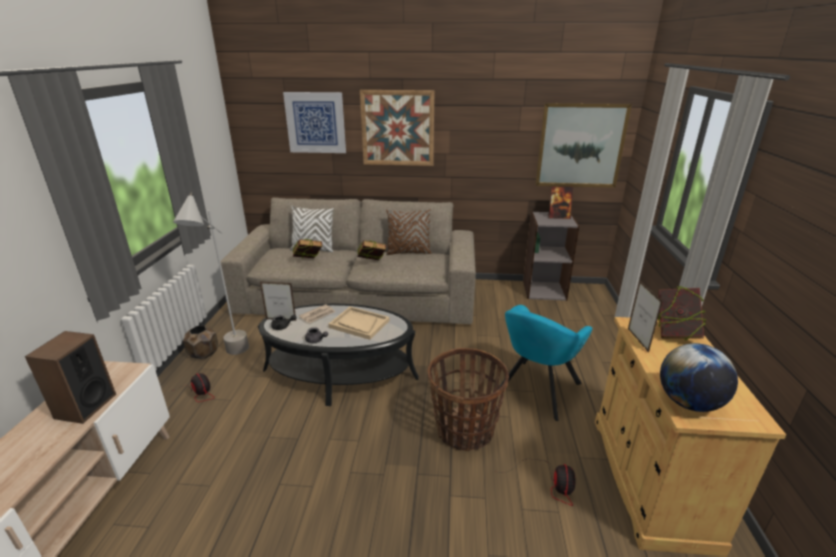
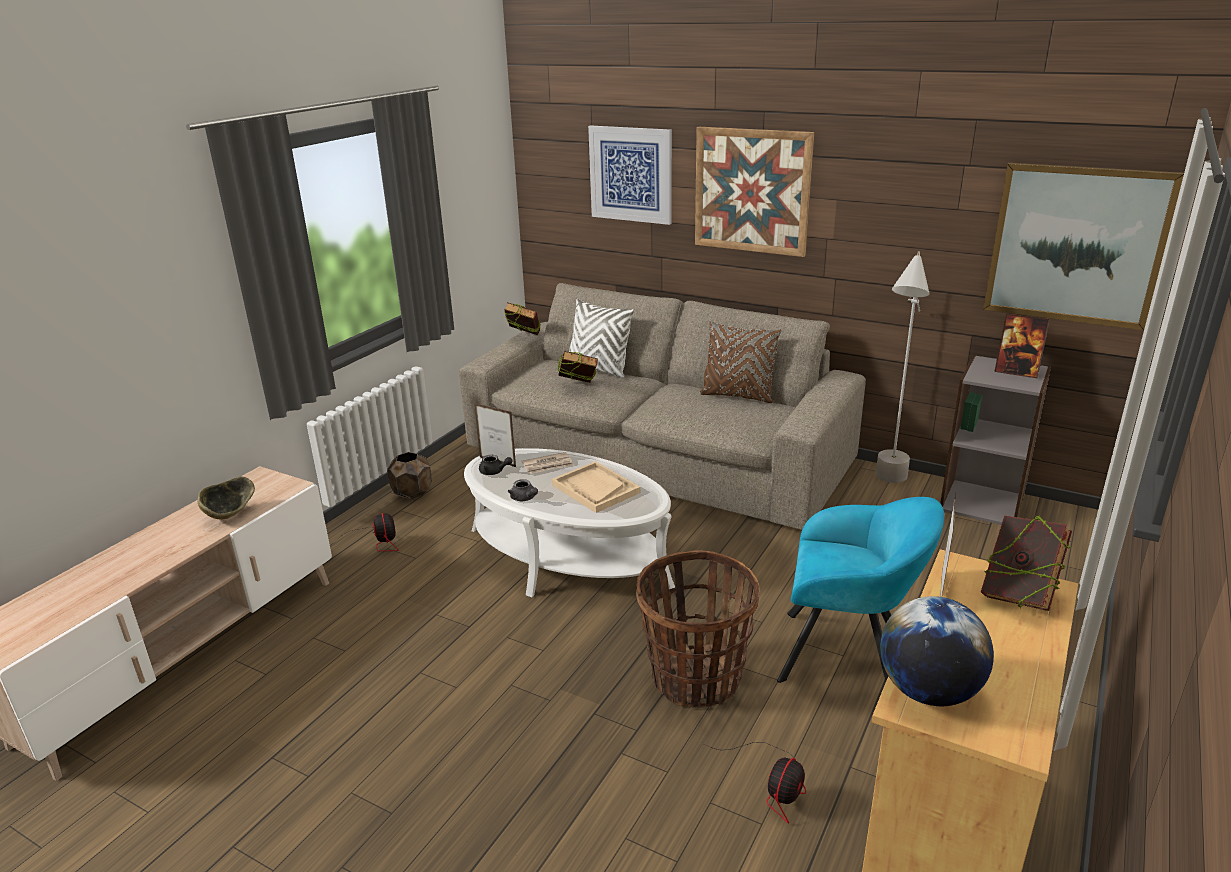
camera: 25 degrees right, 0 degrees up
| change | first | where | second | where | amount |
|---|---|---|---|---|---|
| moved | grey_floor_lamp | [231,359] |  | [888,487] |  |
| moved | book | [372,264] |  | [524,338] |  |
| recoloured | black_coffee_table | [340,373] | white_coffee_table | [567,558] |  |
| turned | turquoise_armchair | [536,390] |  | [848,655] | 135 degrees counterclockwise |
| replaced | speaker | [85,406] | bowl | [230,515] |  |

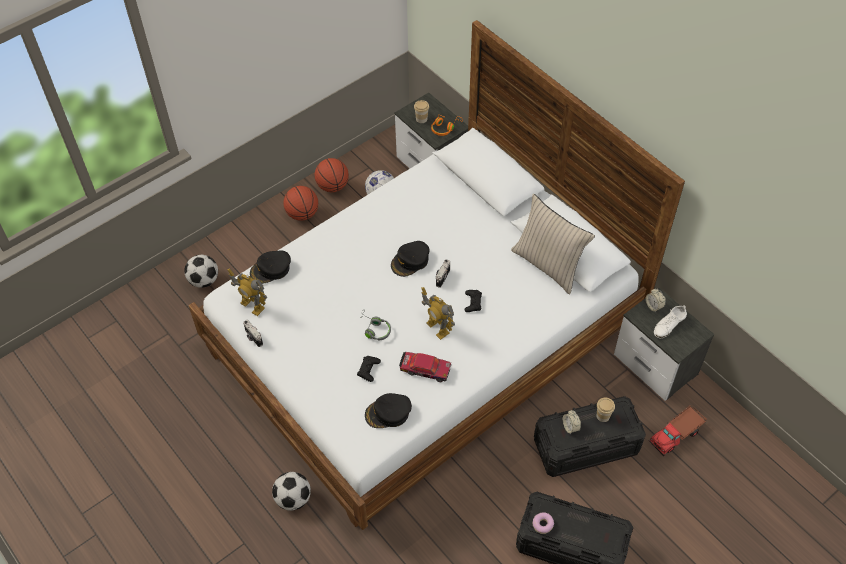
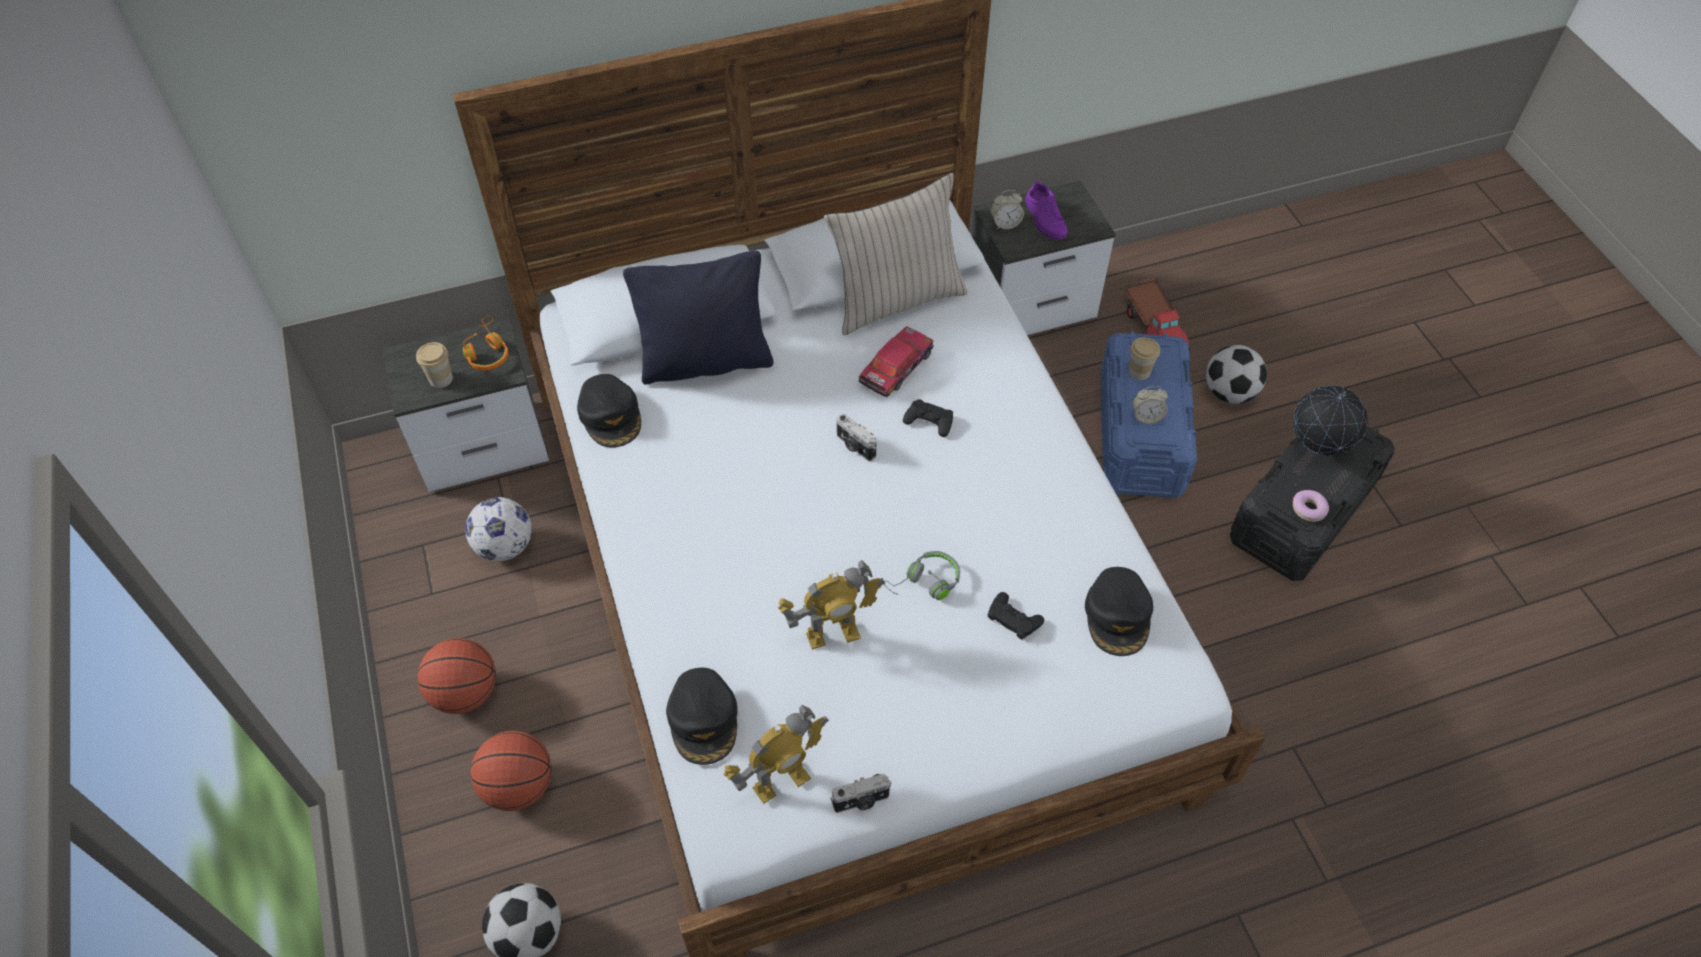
camera: 70 degrees left, 0 degrees up
| change | first | where | second | where | amount |
|---|---|---|---|---|---|
| moved | basketball | [333,186] |  | [519,786] |  |
| moved | black_cap | [410,261] |  | [611,415] |  |
| moved | toy_robot | [437,328] |  | [833,634] |  |
| recoloured | white_shoe | [669,324] | purple_shoe | [1045,219] |  |
| moved | toy_car | [425,369] |  | [895,368] |  |
| recoloured | black_storage_box | [586,446] | blue_storage_box | [1140,434] |  |
| moved | football | [293,499] |  | [1229,393] |  |
| added |  |  | black_pillow | [706,361] |  |
| added |  |  | globe | [1317,448] |  |

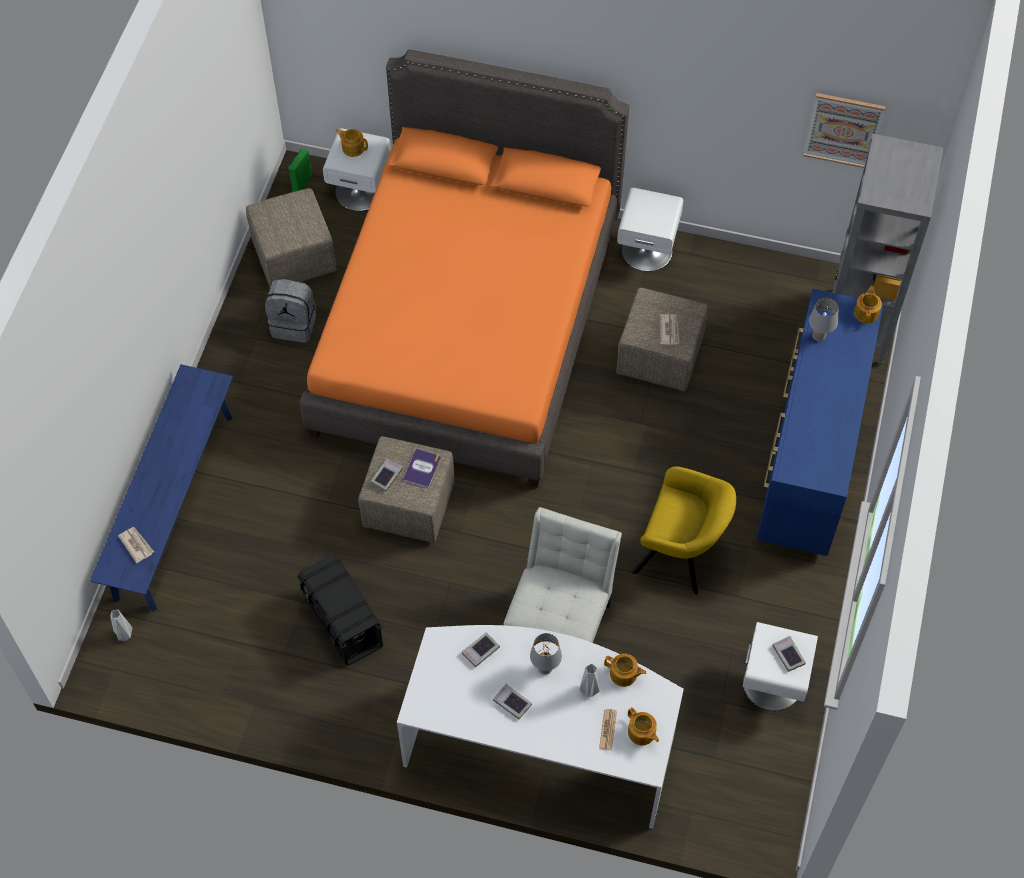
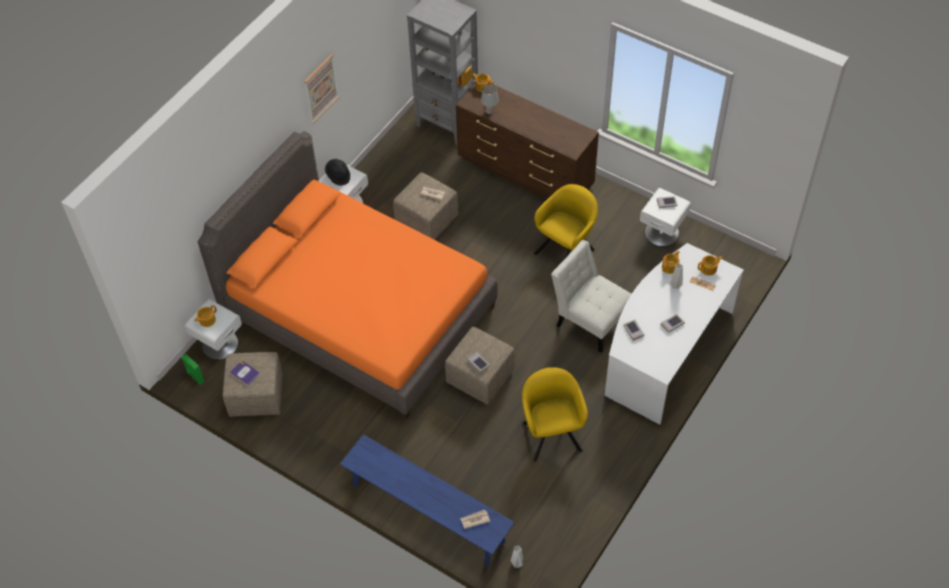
camera: 70 degrees left, 5 degrees down
| change | first | where | second | where | amount |
|---|---|---|---|---|---|
| moved | picture | [843,130] |  | [321,88] |  |
| removed | grey_backpack | [294,324] |  |  |  |
| recoloured | blue_dresser | [808,458] | brown_dresser | [525,173] |  |
| moved | book | [422,468] |  | [244,373] |  |
| replaced | black_storage_box | [343,622] | yellow_armchair | [551,433] |  |
| removed | grey_table_lamp | [544,668] |  |  |  |
| added |  |  | black_hat | [338,175] |  |

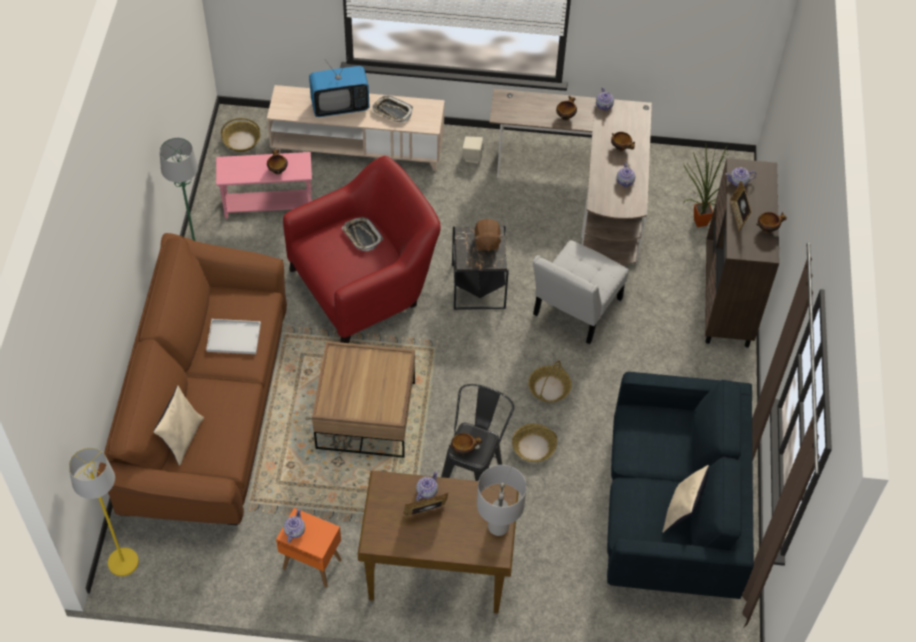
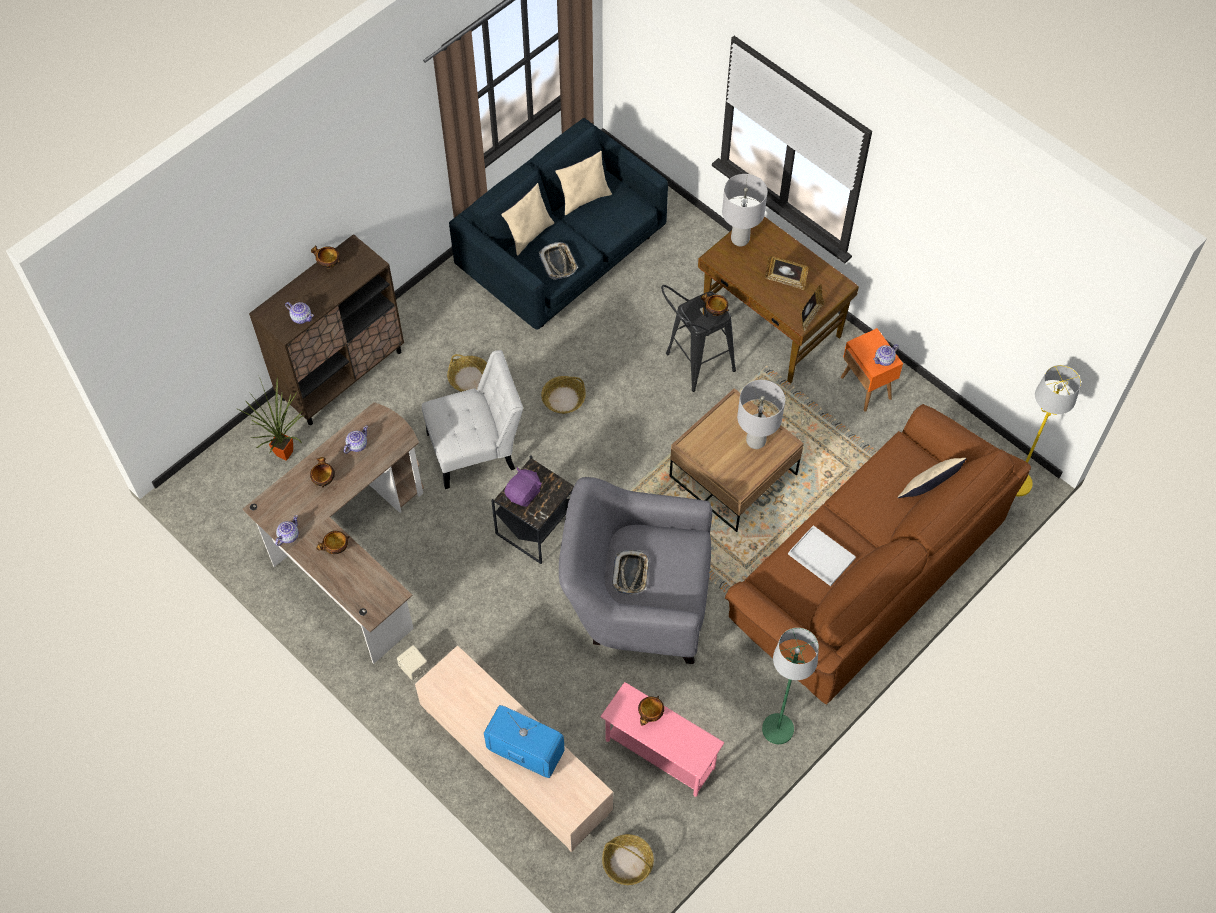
camera: 140 degrees left, 5 degrees up
| change | first | where | second | where | amount |
|---|---|---|---|---|---|
| moved | tray | [392,111] |  | [558,263] |  |
| recoloured | red_armchair | [365,285] | grey_armchair | [636,598] |  |
| moved | picture_frame | [738,215] |  | [809,317] |  |
| recoloured | brown_plush_toy | [486,242] | purple_plush_toy | [524,493] |  |
| moved | basket | [534,447] |  | [469,378] |  |
| removed | teapot | [426,491] |  |  |  |
| added |  |  | beige_pillow | [529,234] |  |
| added |  |  | grey_table_lamp | [755,441] |  |

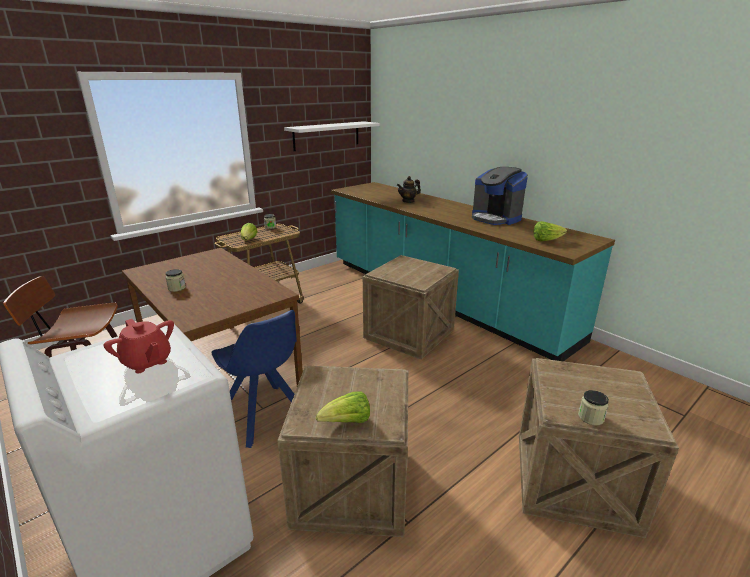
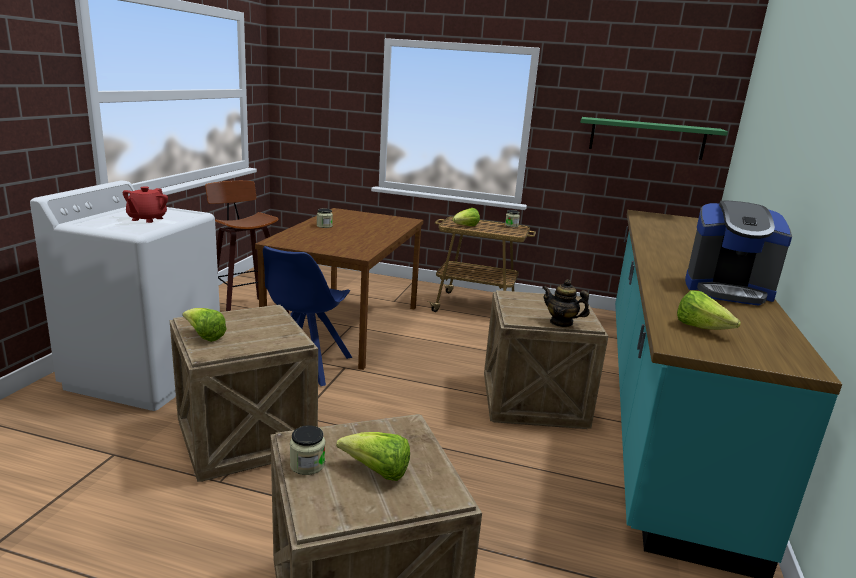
camera: 55 degrees right, 5 degrees down
| change | first | where | second | where | amount |
|---|---|---|---|---|---|
| recoloured | white_shelf | [326,135] | green_shelf | [647,138] |  |
| turned | coffee_machine | [495,218] |  | [727,290] | 90 degrees counterclockwise |
| moved | teapot | [408,201] |  | [561,323] |  |
| added |  |  | lettuce | [377,472] |  |

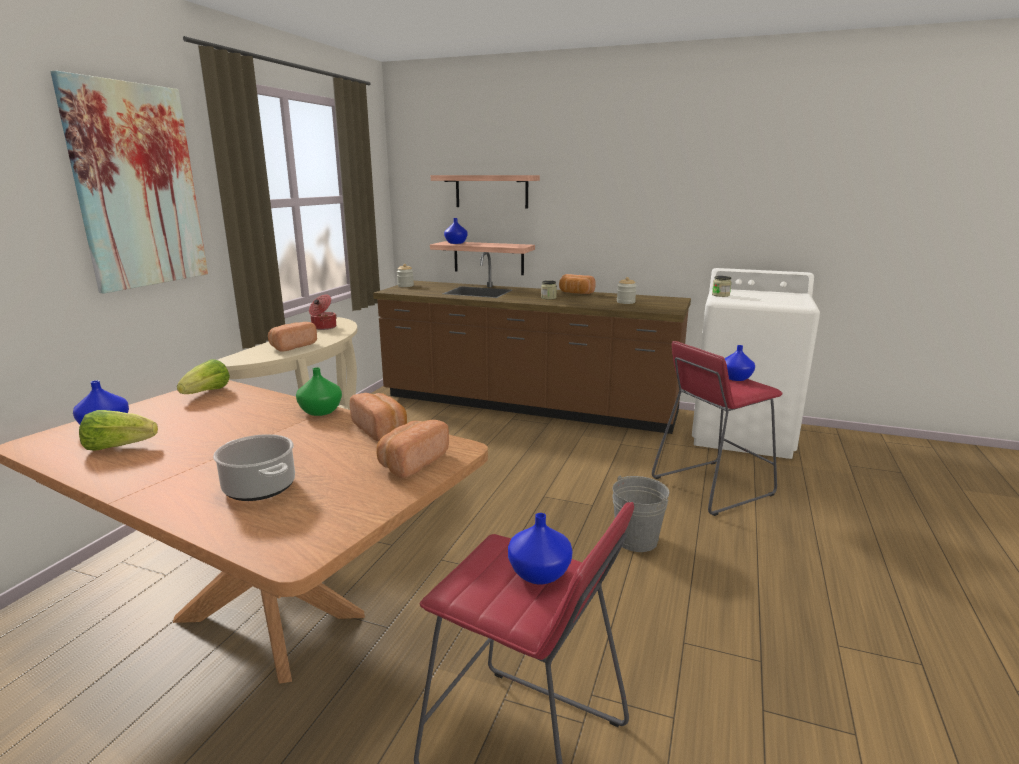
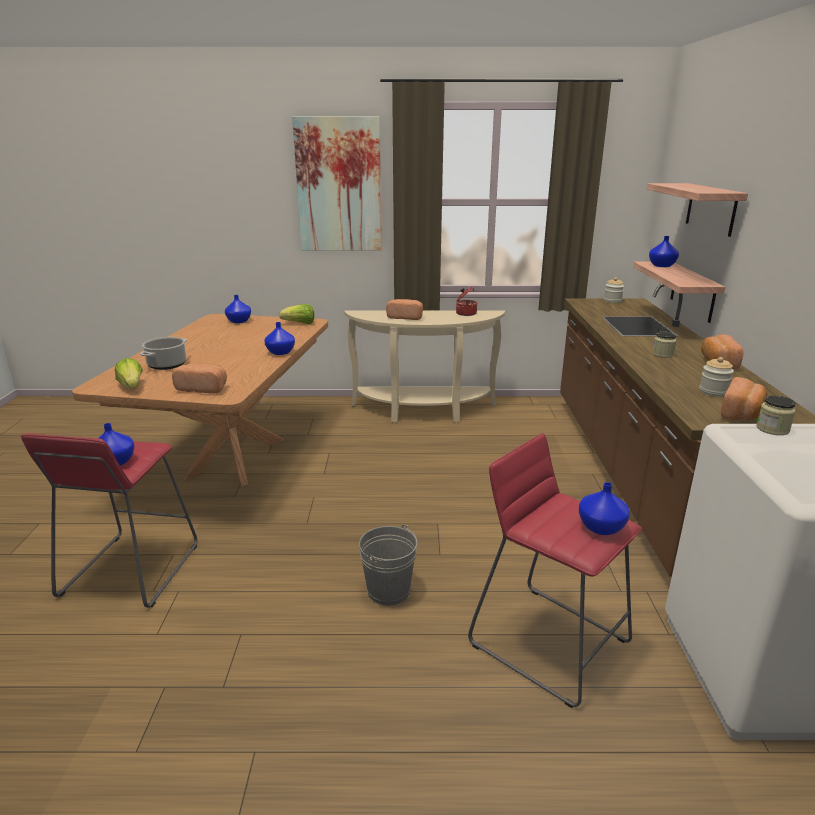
camera: 70 degrees right, 5 degrees up
| change | first | where | second | where | amount |
|---|---|---|---|---|---|
| recoloured | green_vase | [320,411] | blue_vase | [280,352] |  |
| moved | bread | [381,430] |  | [742,414] |  |
| moved | lettuce | [119,447] |  | [132,386] |  |

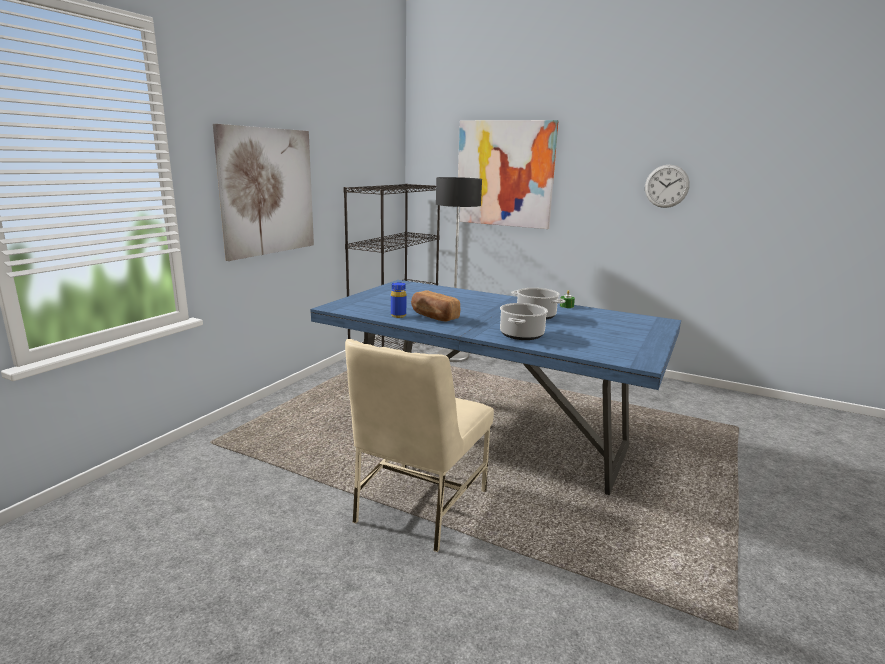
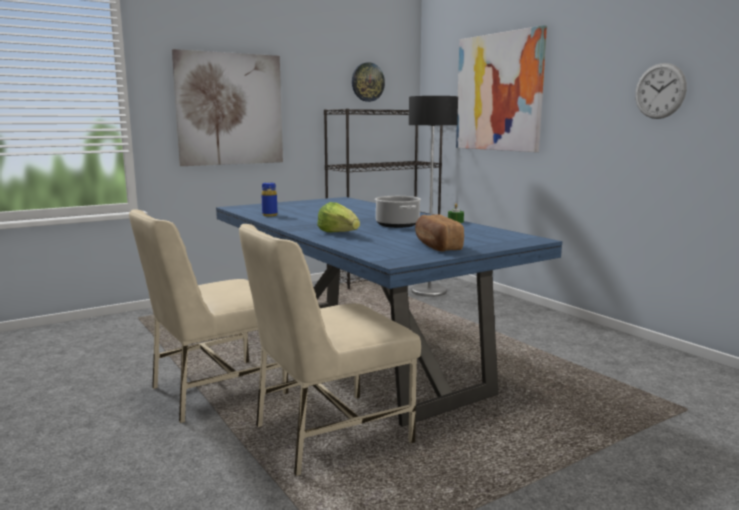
camera: 30 degrees right, 5 degrees down
| change | first | where | second | where | amount |
|---|---|---|---|---|---|
| moved | bread | [433,316] |  | [436,246] |  |
| replaced | cooking_pot | [521,335] | lettuce | [338,234] |  |
| added |  |  | wall_clock | [367,82] |  |
| added |  |  | beige_chair | [329,434] |  |

